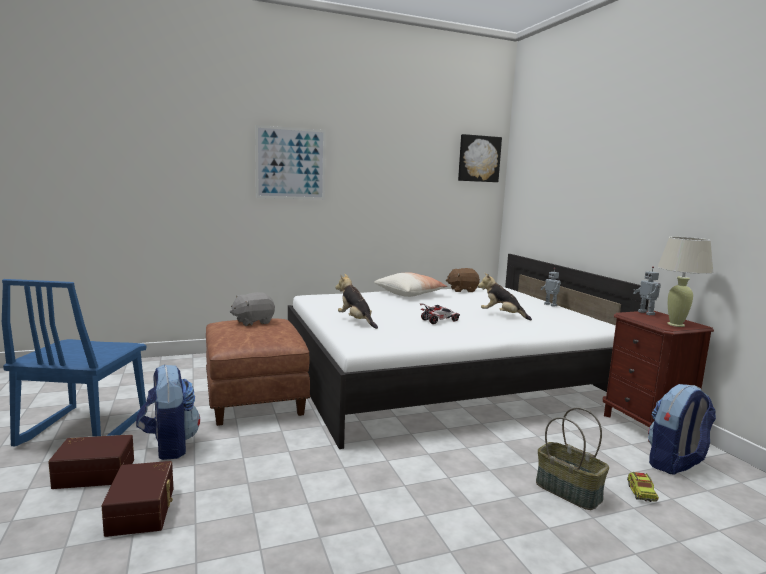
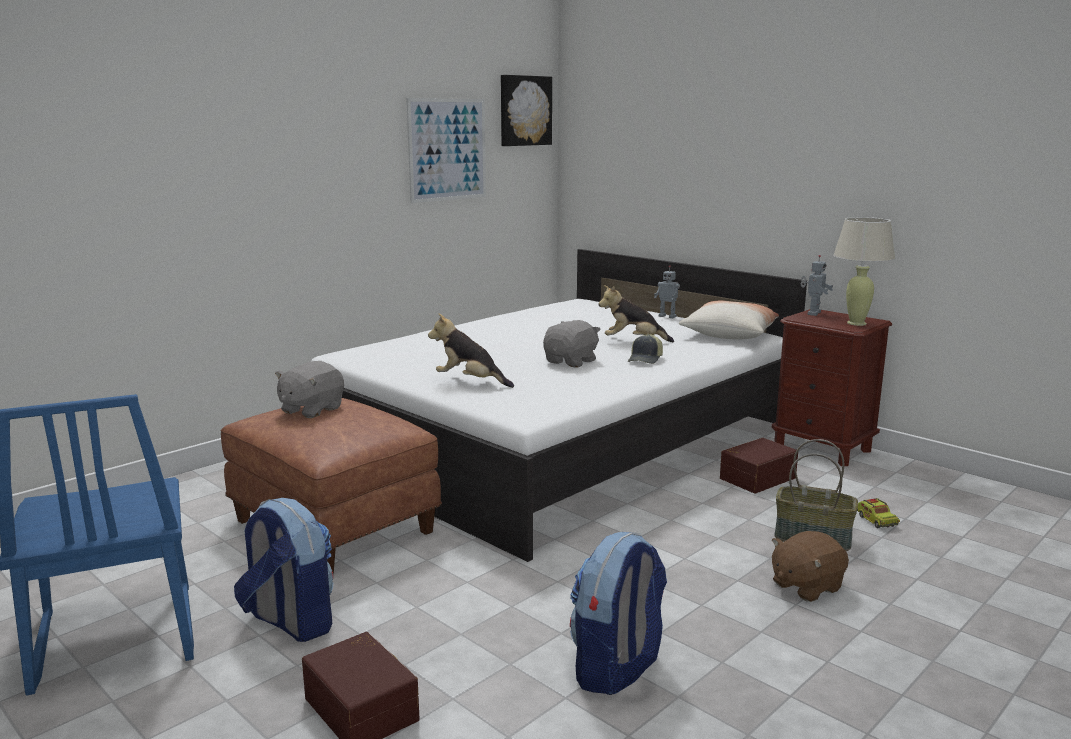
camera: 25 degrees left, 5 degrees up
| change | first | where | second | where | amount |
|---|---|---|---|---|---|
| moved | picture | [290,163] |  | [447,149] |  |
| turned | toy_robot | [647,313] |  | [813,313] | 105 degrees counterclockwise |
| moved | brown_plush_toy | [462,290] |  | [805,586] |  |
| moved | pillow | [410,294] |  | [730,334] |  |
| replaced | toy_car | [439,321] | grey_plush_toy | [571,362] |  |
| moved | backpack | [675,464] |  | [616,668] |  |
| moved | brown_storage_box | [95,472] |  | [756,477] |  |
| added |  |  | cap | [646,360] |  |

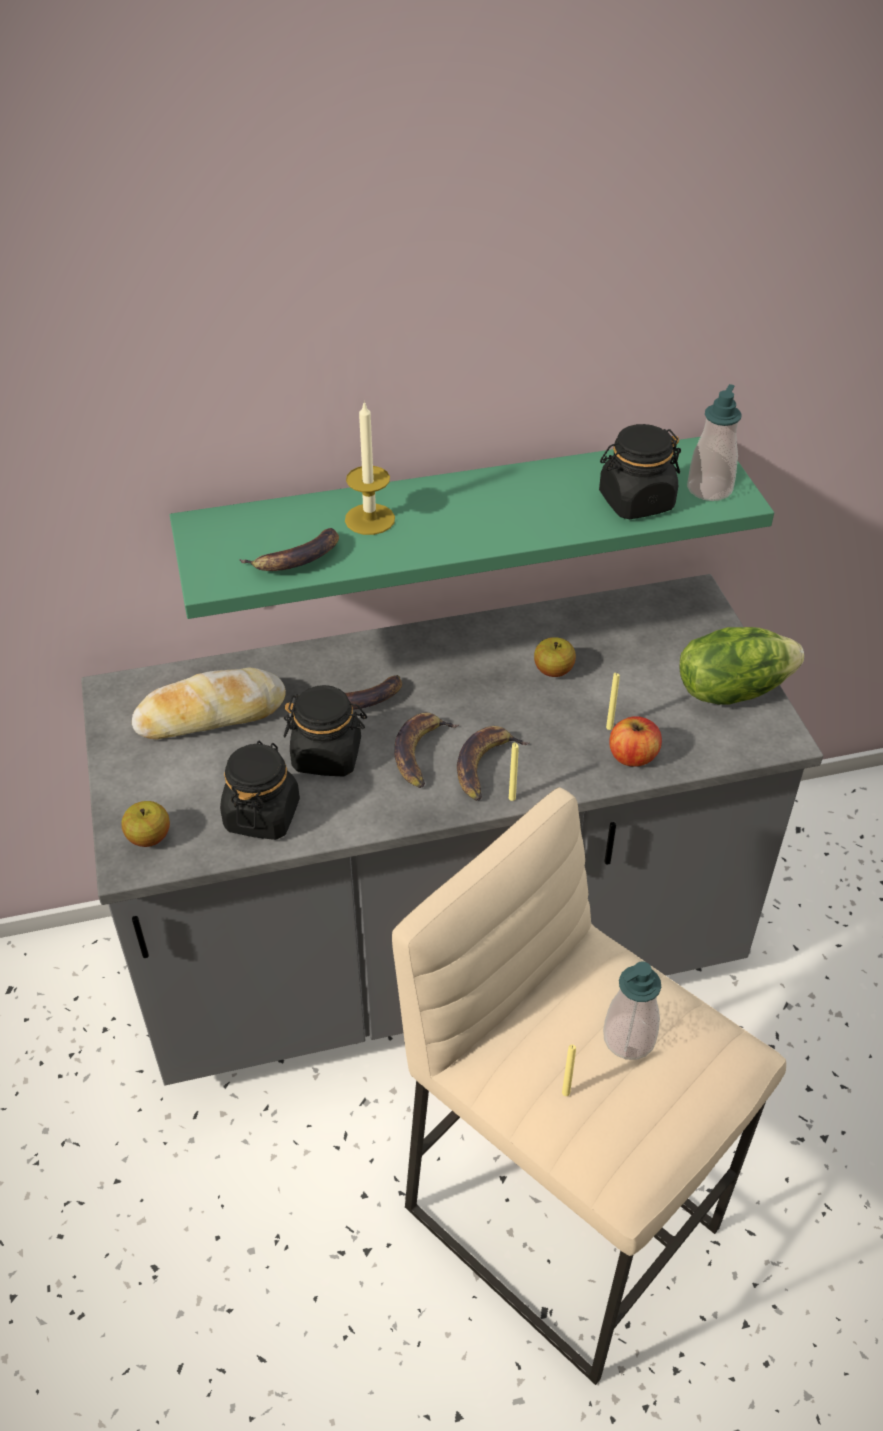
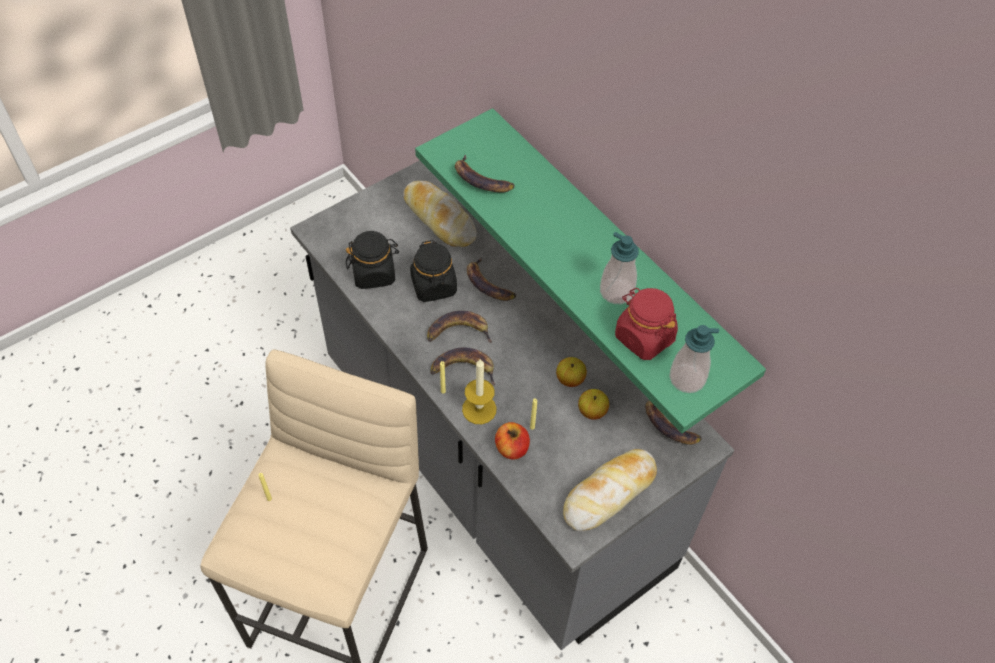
camera: 65 degrees right, 10 degrees up
| change | first | where | second | where | amount |
|---|---|---|---|---|---|
| moved | candle | [370,519] |  | [479,409] |  |
| recoloured | black_jar | [635,502] | red_jar | [643,337] |  |
| replaced | lettuce | [731,689] | bread | [609,493] |  |
| moved | apple | [149,837] |  | [592,411] |  |
| moved | soap_dispenser | [629,1038] |  | [616,291] |  |
| added |  |  | banana | [668,424] |  |

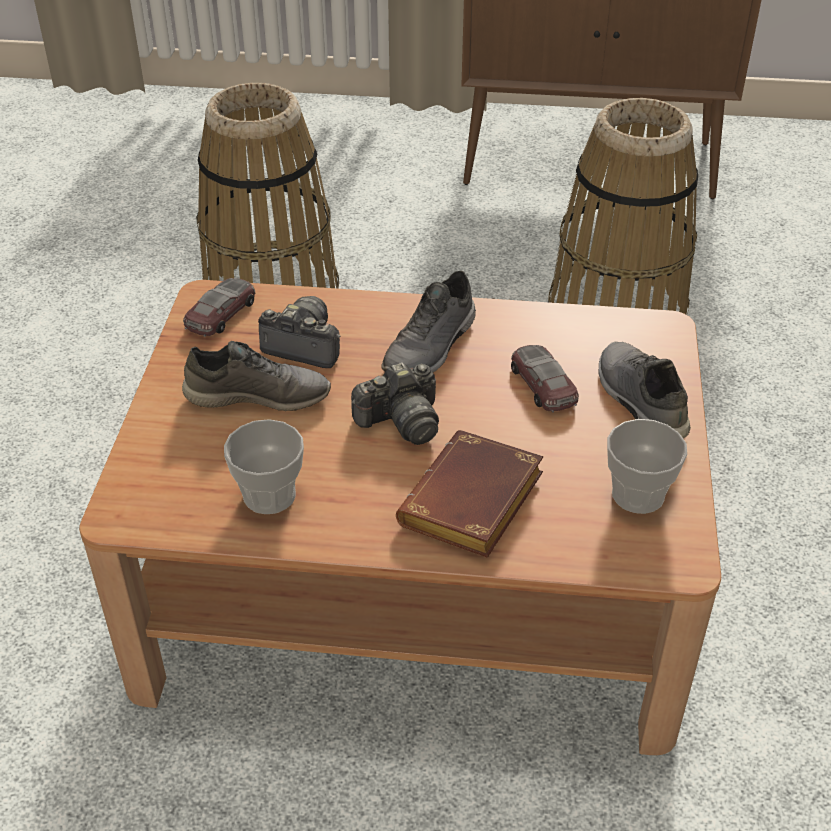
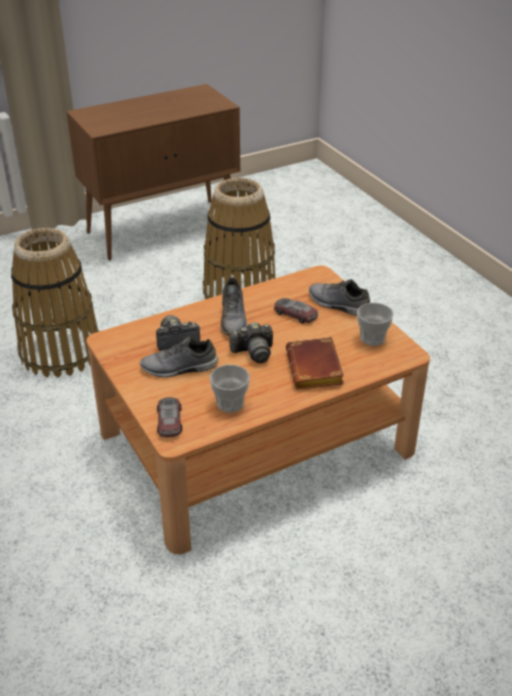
camera: 35 degrees left, 5 degrees down
| change | first | where | second | where | amount |
|---|---|---|---|---|---|
| moved | toy_car | [220,314] |  | [169,421] |  |
| turned | grey_shoe | [258,395] |  | [179,368] | 150 degrees counterclockwise |
| turned | photo_camera | [401,422] |  | [253,352] | 45 degrees clockwise |

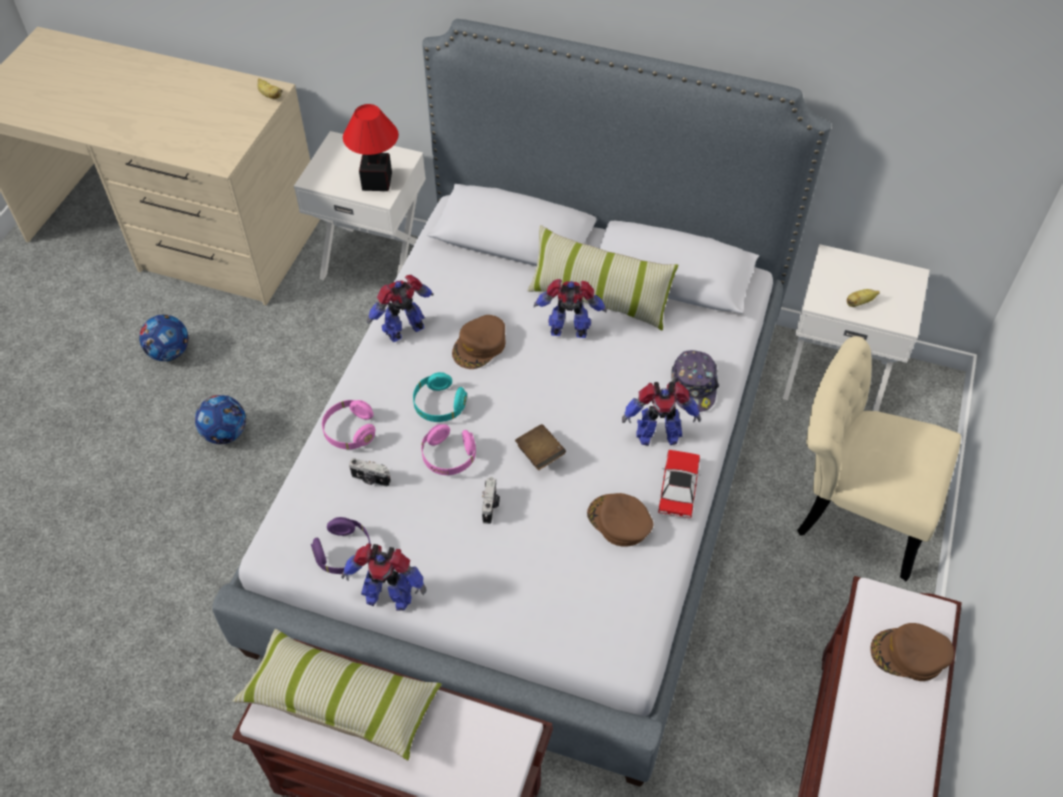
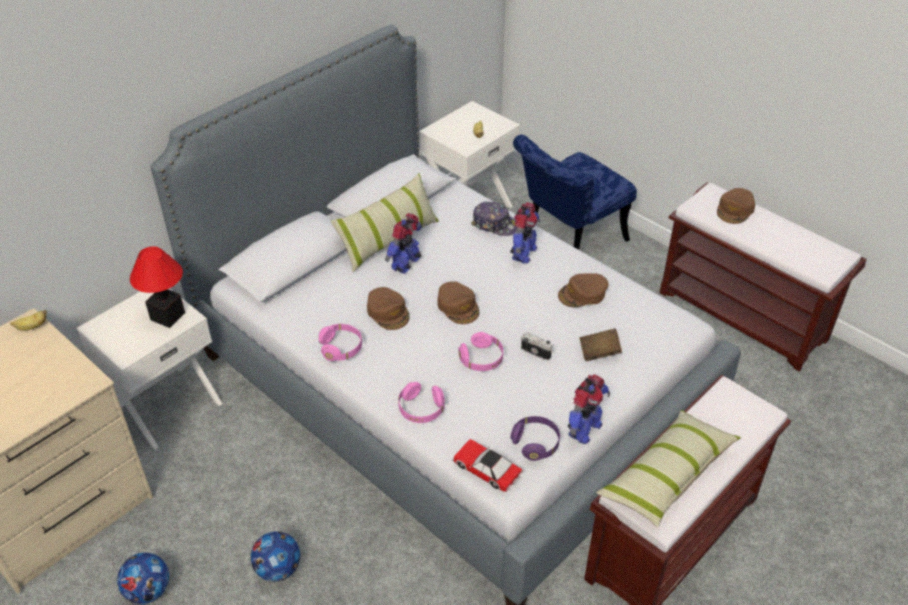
camera: 65 degrees left, 10 degrees down
| change | first | where | second | where | amount |
|---|---|---|---|---|---|
| replaced | toy_robot | [405,330] | pink_headphones | [341,348] |  |
| recoloured | beige_chair | [851,508] | blue_chair | [567,241] |  |
| removed | turquoise_headphones | [439,405] |  |  |  |
| moved | brown_book | [540,454] |  | [599,352] |  |
| moved | toy_car | [678,488] |  | [486,469] |  |
| removed | photo_camera | [370,479] |  |  |  |
| added |  |  | brown_cap | [458,306] |  |

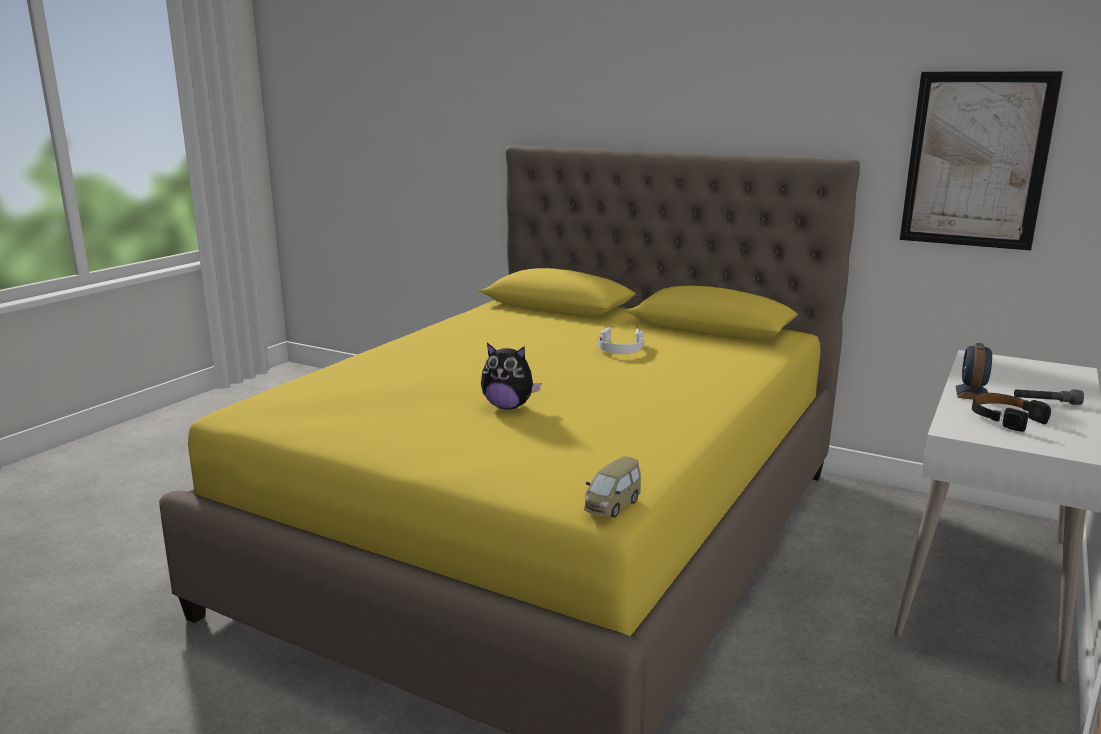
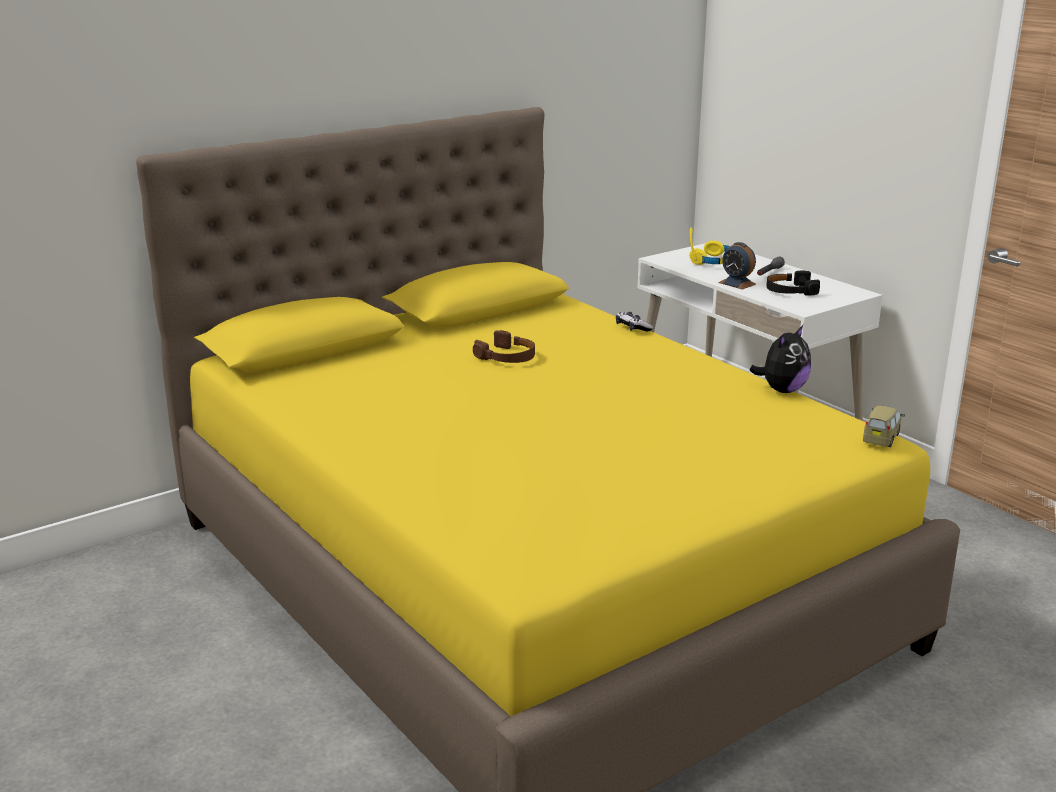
camera: 65 degrees left, 5 degrees up
| change | first | where | second | where | amount |
|---|---|---|---|---|---|
| removed | picture | [976,160] |  |  |  |
| recoloured | white_headphones | [620,349] | brown_headphones | [507,357] |  |
| moved | plush_toy | [508,406] |  | [782,390] |  |
| turned | toy_car | [612,505] |  | [881,438] | 120 degrees counterclockwise |
| added |  |  | yellow_headphones | [715,261] |  |
| added |  |  | game_controller | [632,328] |  |

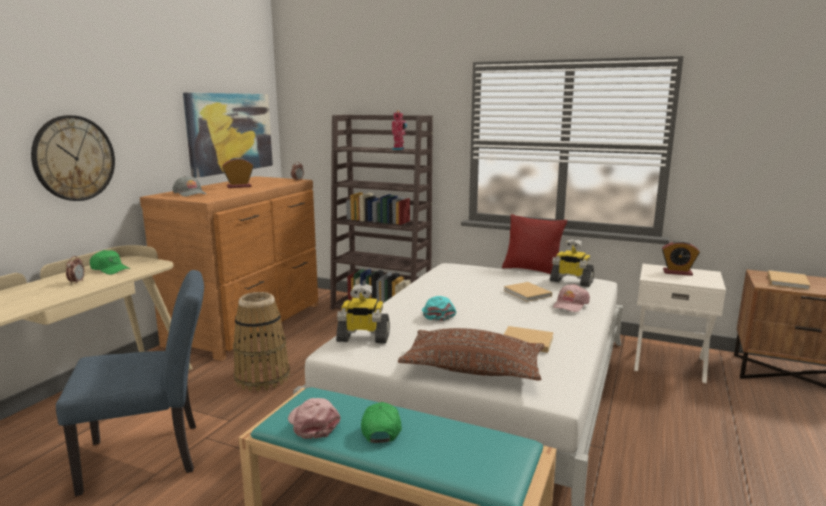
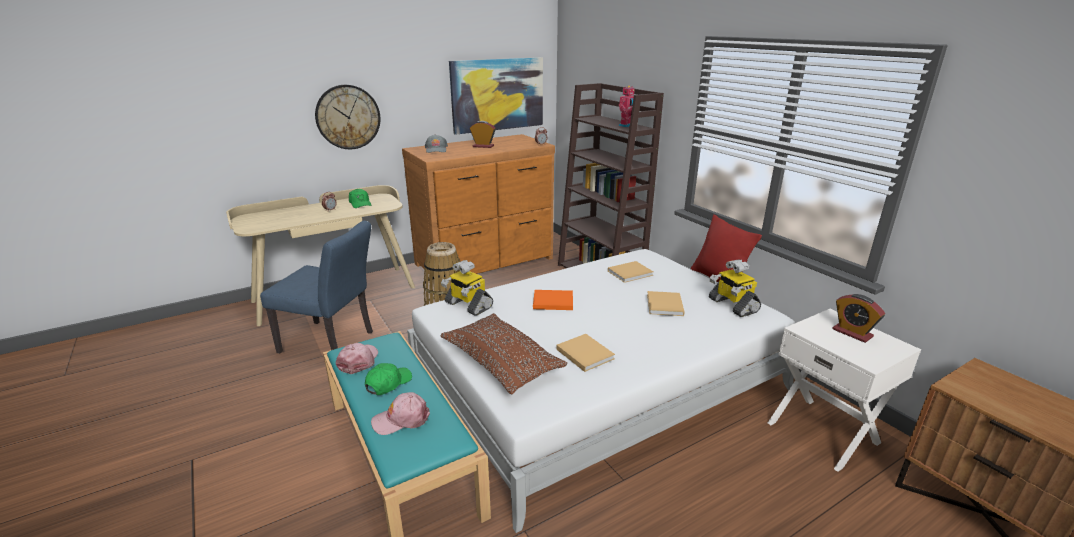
camera: 35 degrees right, 10 degrees up
| change | first | where | second | where | amount |
|---|---|---|---|---|---|
| moved | beige_book | [787,281] |  | [631,273] |  |
| moved | pink_cap | [570,304] |  | [401,419] |  |
| replaced | turquoise_cap | [437,314] | orange_book | [551,301] |  |

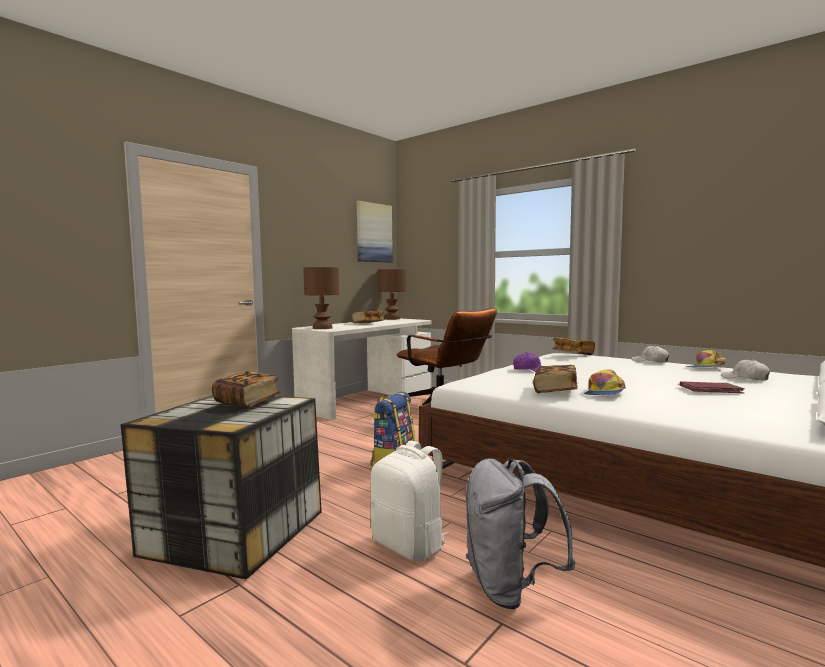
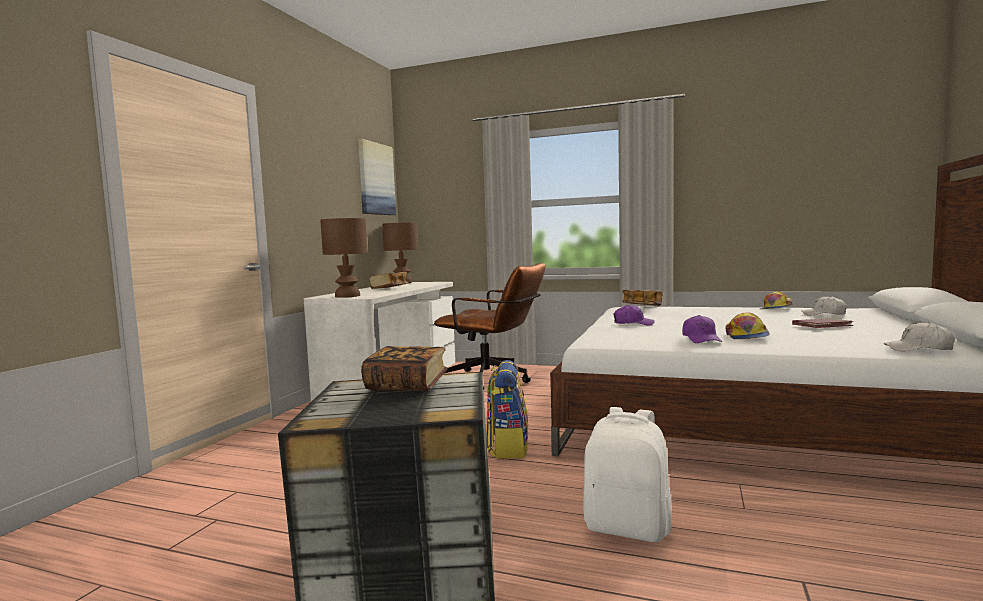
camera: 20 degrees left, 0 degrees up
| change | first | where | second | where | amount |
|---|---|---|---|---|---|
| moved | white_cap | [650,361] |  | [918,349] |  |
| replaced | book | [555,391] | purple_cap | [701,339] |  |
| removed | grey_backpack | [510,588] |  |  |  |

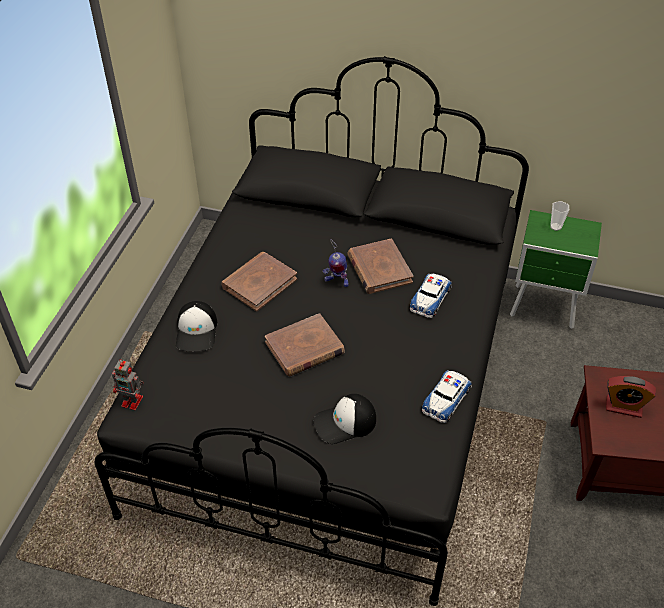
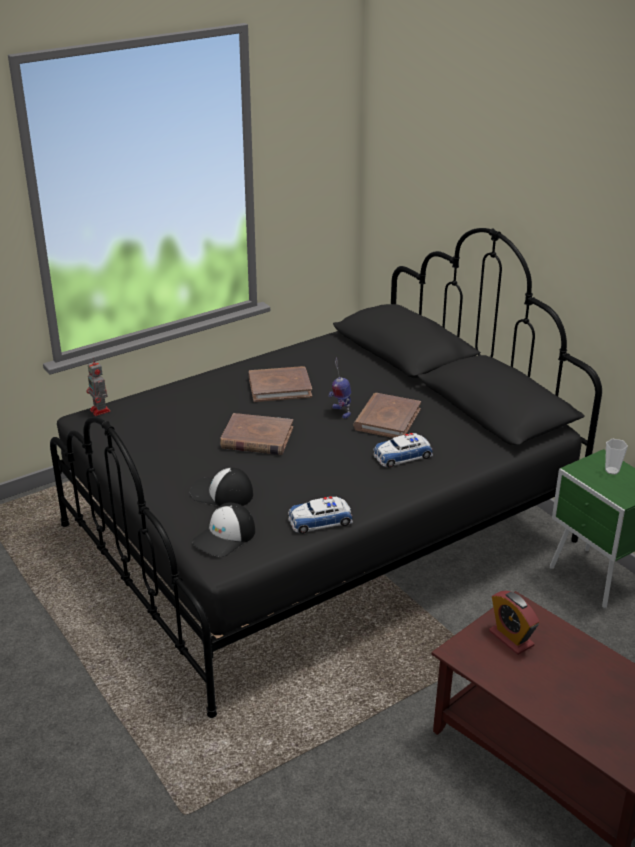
camera: 40 degrees right, 15 degrees down
| change | first | where | second | where | amount |
|---|---|---|---|---|---|
| moved | cap | [197,331] |  | [225,537] |  |

